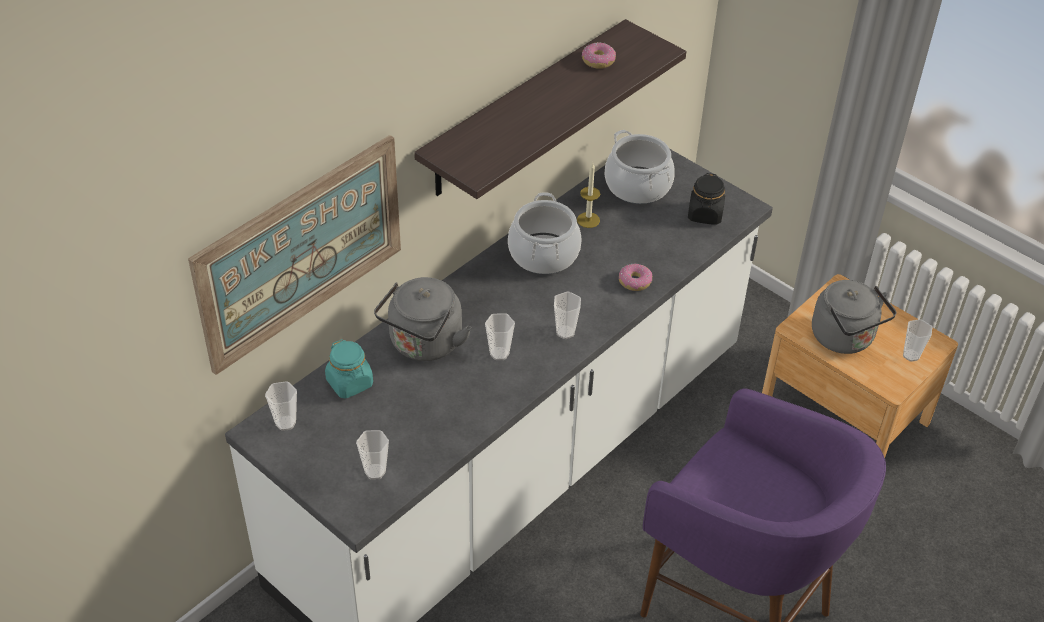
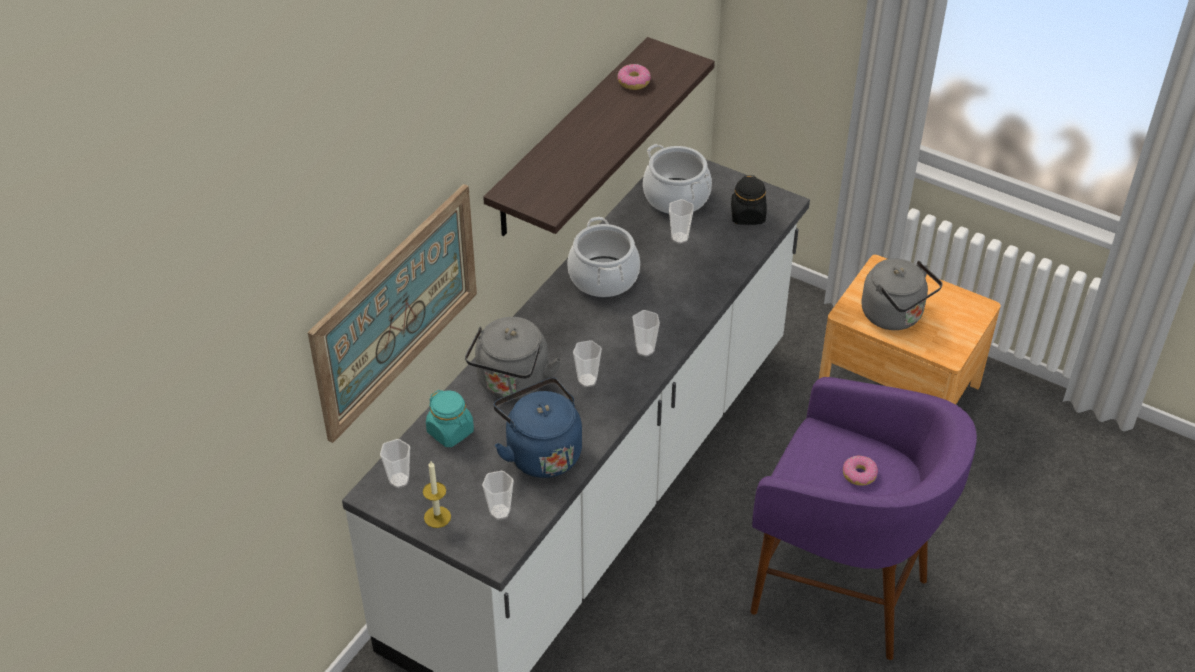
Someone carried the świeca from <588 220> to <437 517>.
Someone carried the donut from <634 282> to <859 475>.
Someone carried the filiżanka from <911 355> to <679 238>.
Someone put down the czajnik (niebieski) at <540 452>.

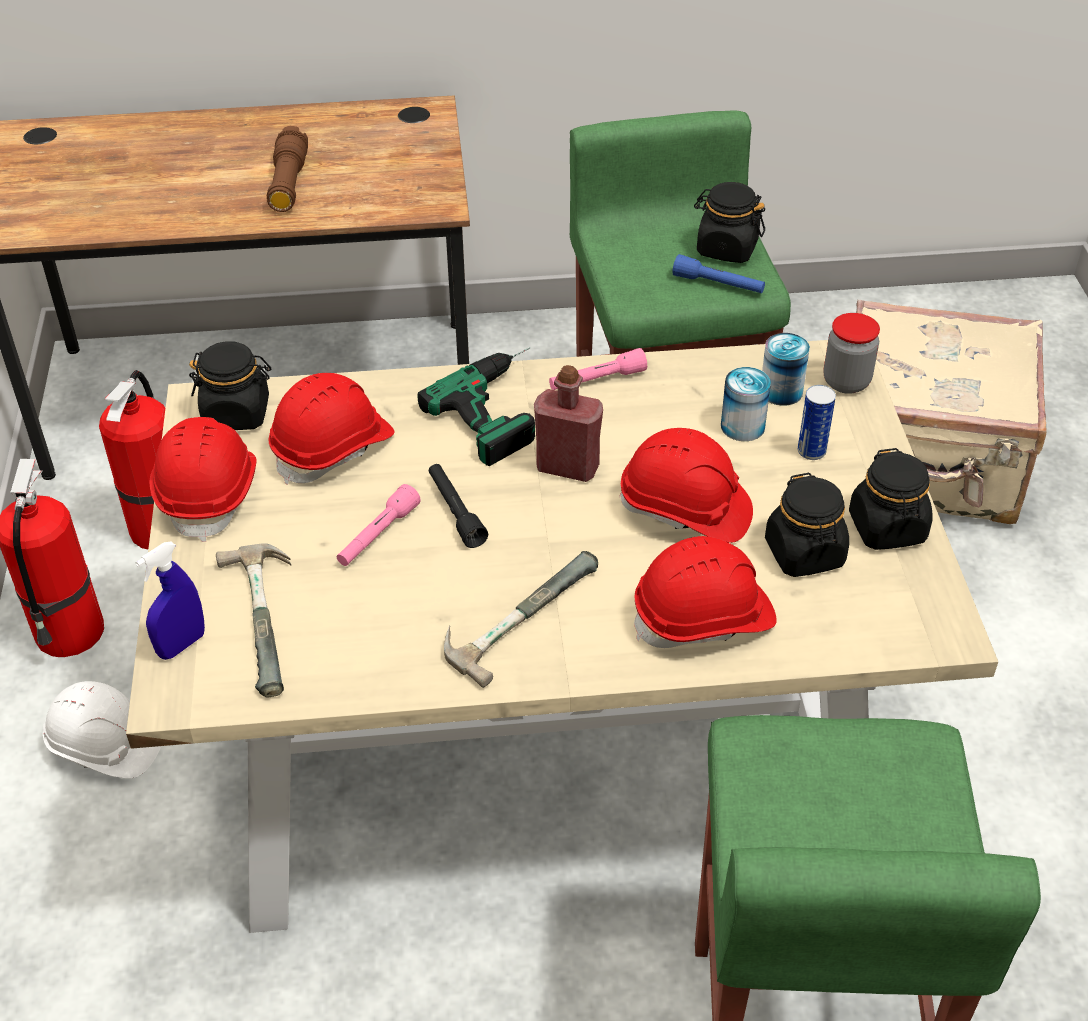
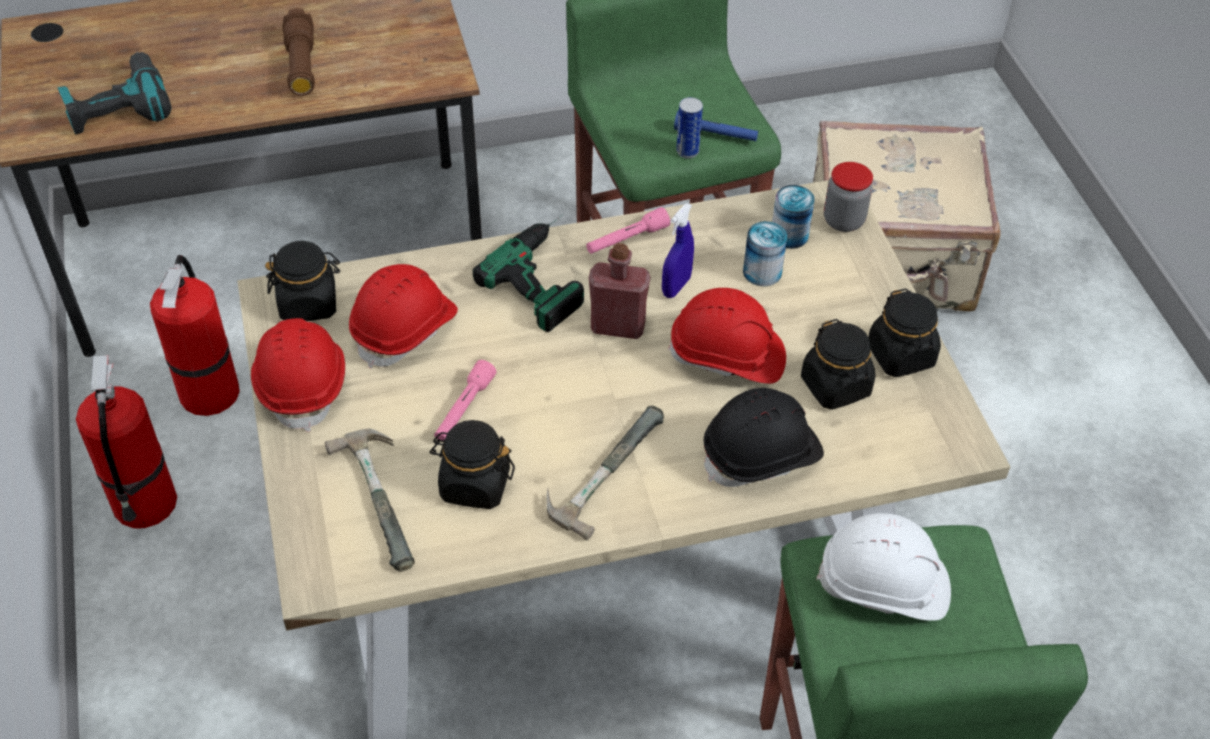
Someone carried the słoik (czarny) from <726 248> to <474 484>.
Someone carried the puszka from <811 451> to <687 151>.
Someone took away the latarka (czarny) at <455 512>.
Someone repainted the kask (czerwony) at <704 618>, which became the kask (czarny) at <762 455>.
Someone carried the spryskiwacz (niebieski) from <181 645> to <676 287>.
Someone carried the kask (biały) from <104 746> to <884 585>.
Someone put down the wiertarka at <117 106>.

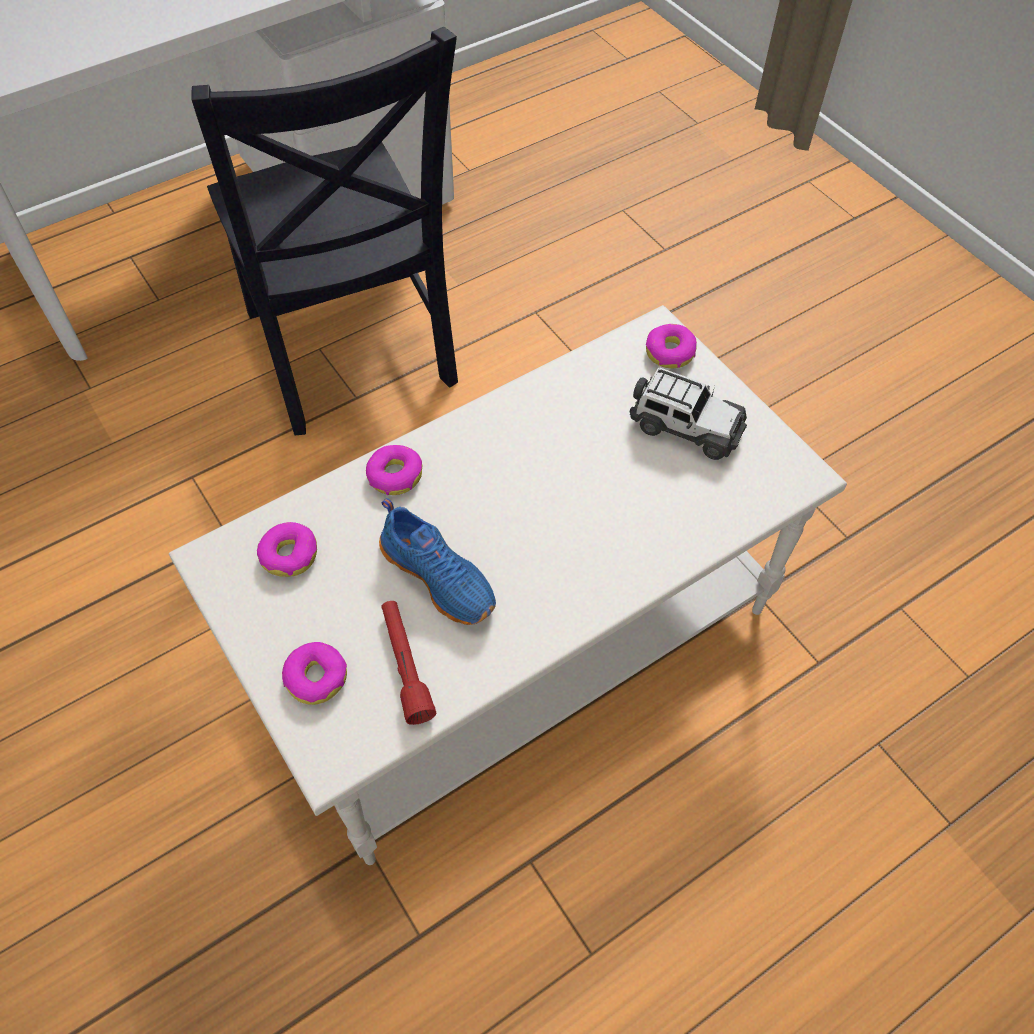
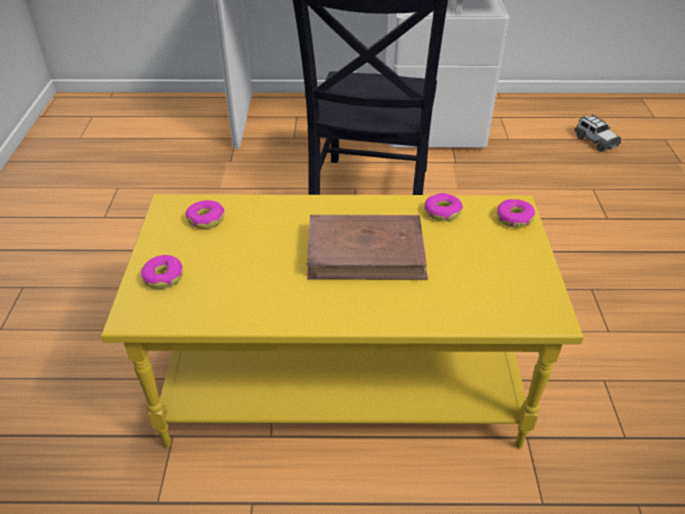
Someone repainted the ława (biały) at <515 640>, which became the ława (żółty) at <344 377>.
Someone carried the samochodzik from <685 426> to <595 141>.
Someone carried the donut from <394 475> to <442 212>.
Someone took away the but (niebieski) at <440 576>.
Someone took away the latarka (czerwony) at <405 665>.
Someone put down the książka (brązowy) at <366 252>.

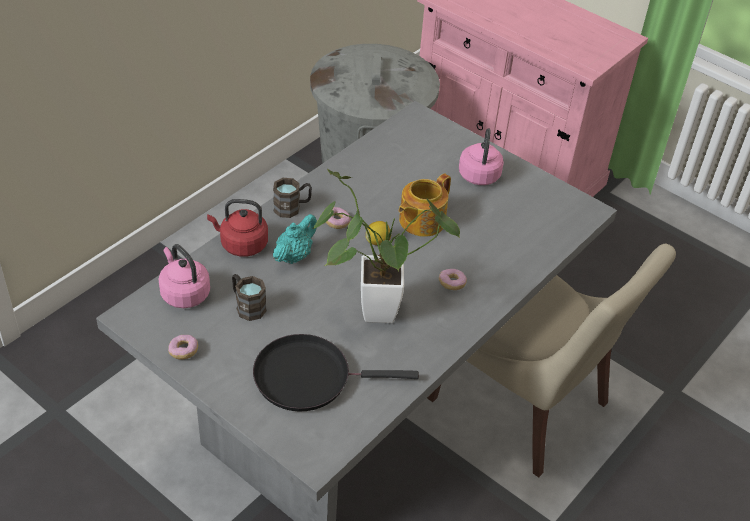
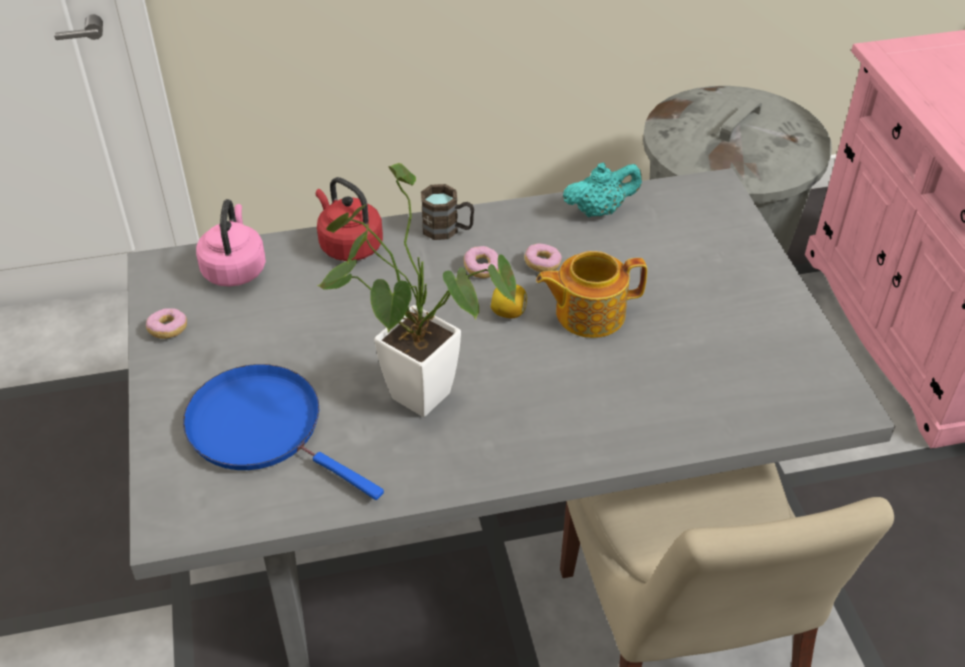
Someone took away the czajnik (różowy) at <479 174>.
Someone carried the imbryk (turkusowy) from <294 255> to <599 211>.
Someone carried the donut from <452 283> to <542 264>.
Someone took away the kubek (brązowy) at <247 306>.
Someone repainted the patelnia (czarny) at <309 377>, which became the patelnia (niebieski) at <262 428>.

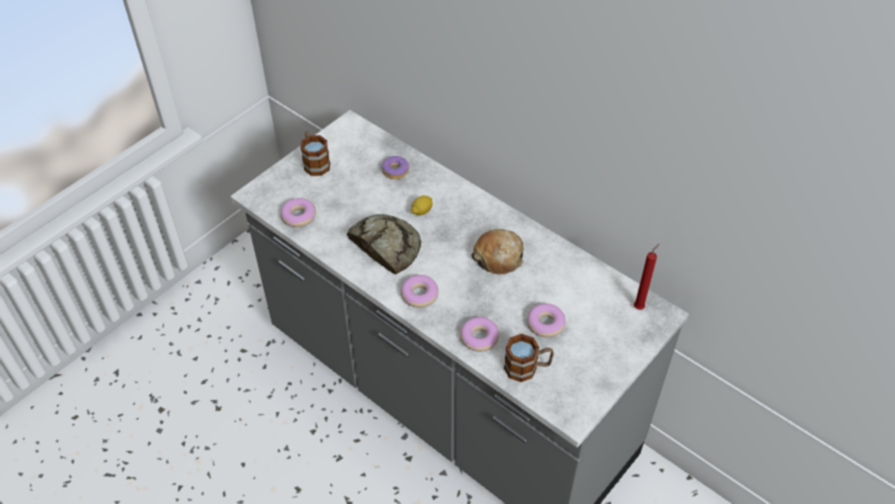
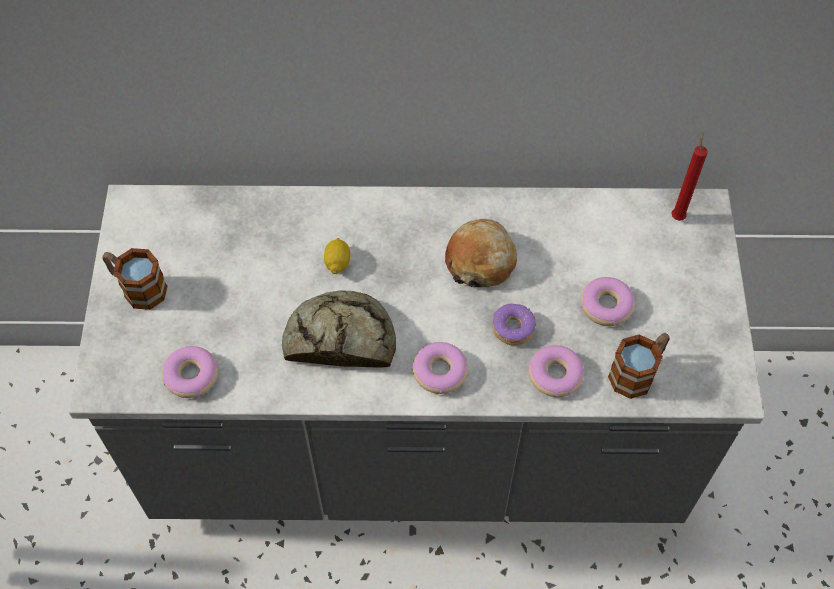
Someone carried the donut from <395 171> to <512 328>.

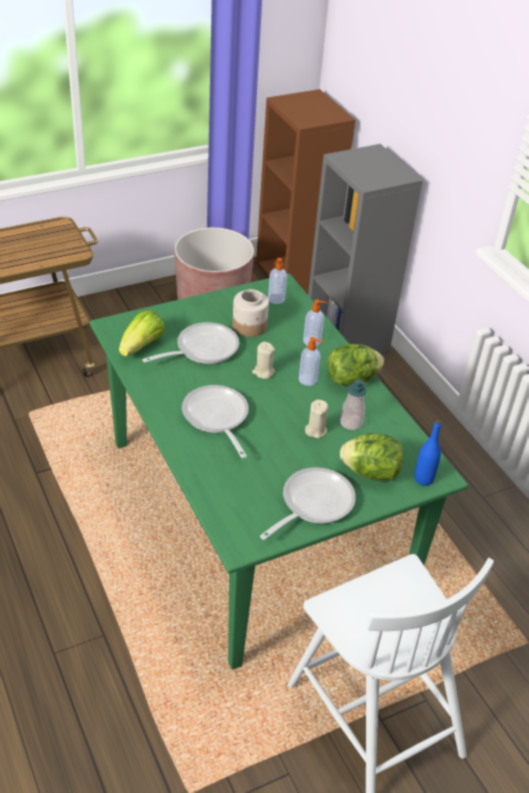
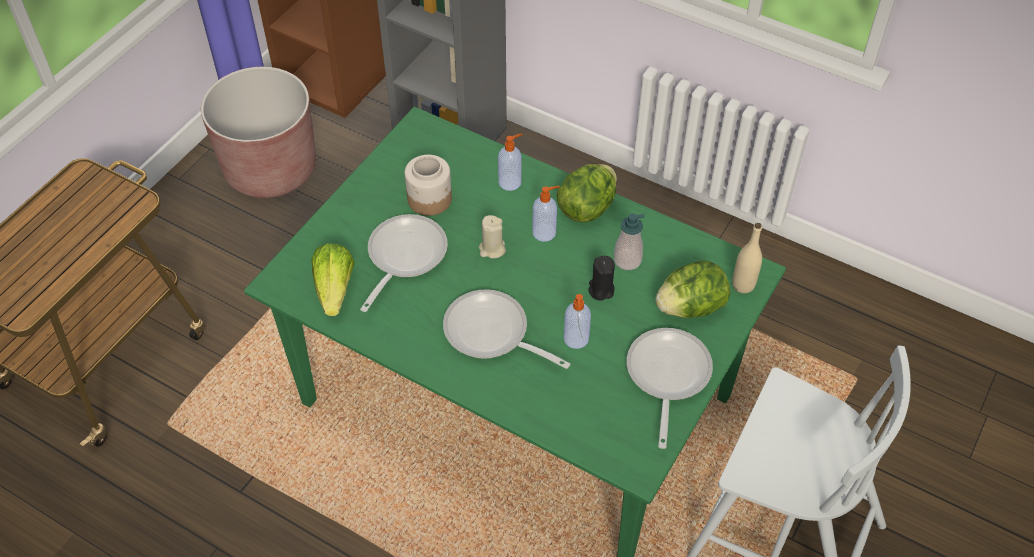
Someone carried the dozownik mydła from <275 299> to <576 339>.
Someone repainted the świeca (beżowy) at <315 430>, which became the świeca (czarny) at <601 289>.
Someone repainted the butelka (niebieski) at <423 479>, which became the butelka (beżowy) at <743 285>.

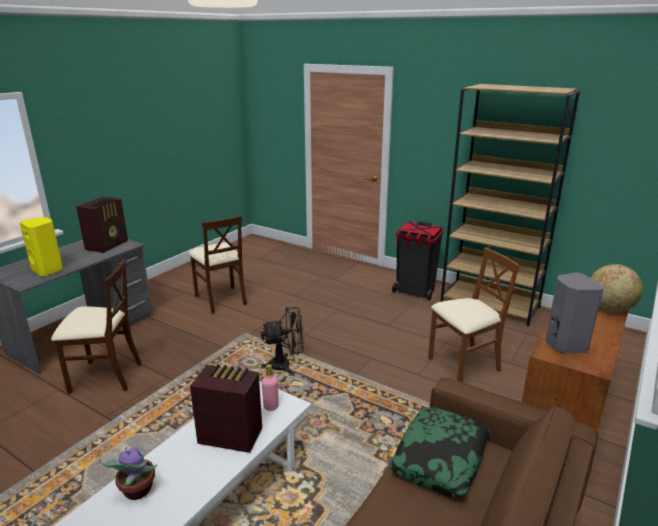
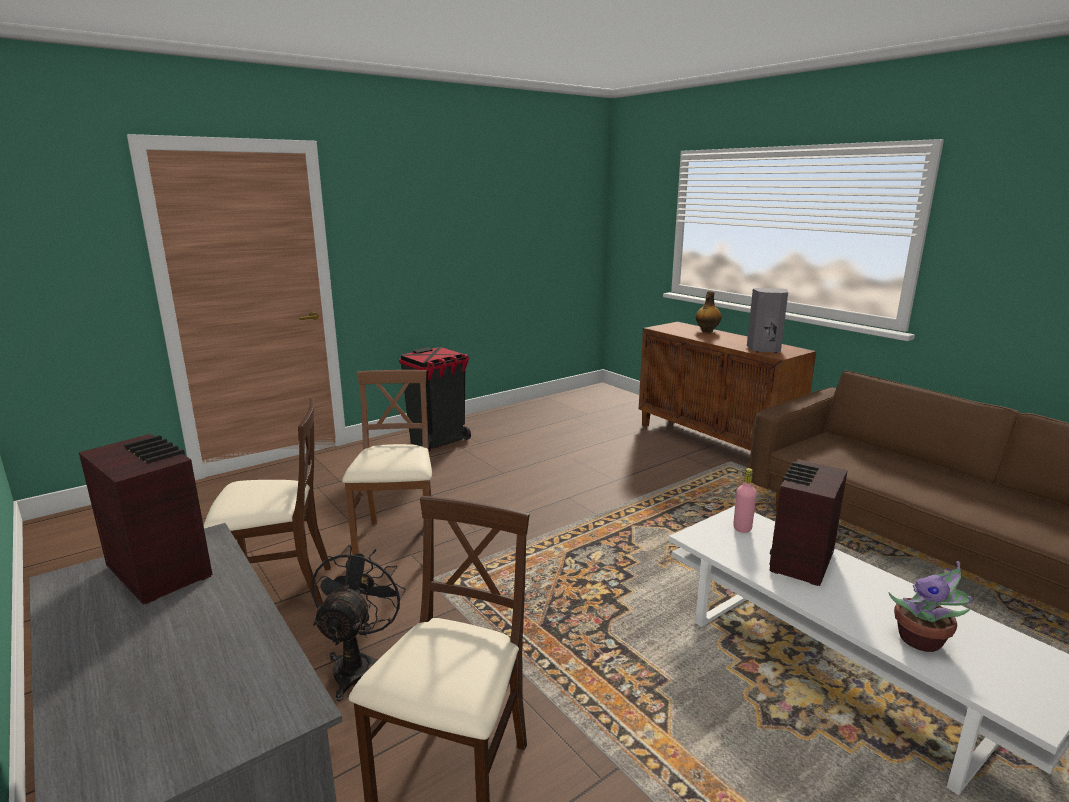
Someone took away the regał (brązowy) at <490 304>.
Someone took away the głośnik (żółty) at <48 270>.
Someone carried the krzesło (brązowy) from <464 365> to <398 541>.
Someone swapped the globus at <609 308> for the butelka at <706 331>.
Someone carried the wentylator (czarny) from <285 365> to <358 665>.
Someone took away the poduszka at <440 458>.

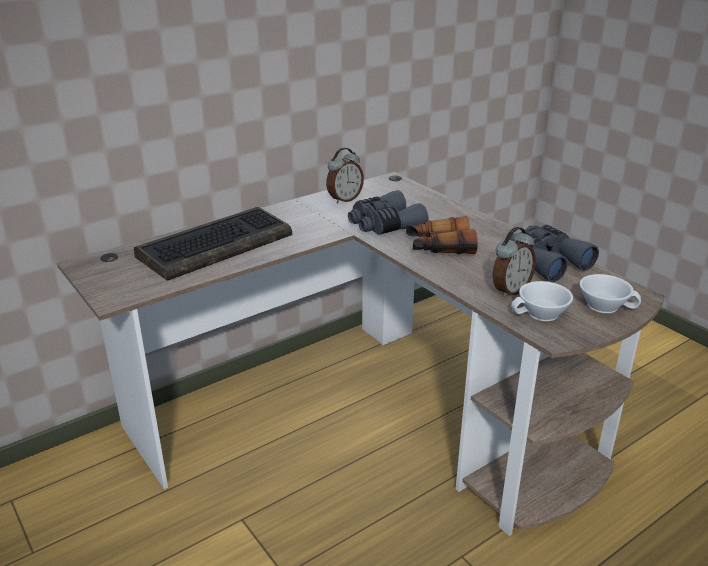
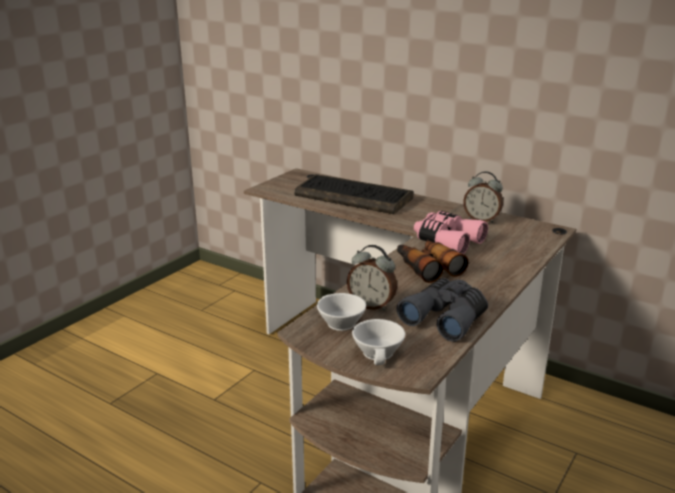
Someone repainted the lornetka (szary) at <384 225>, which became the lornetka (różowy) at <447 241>.

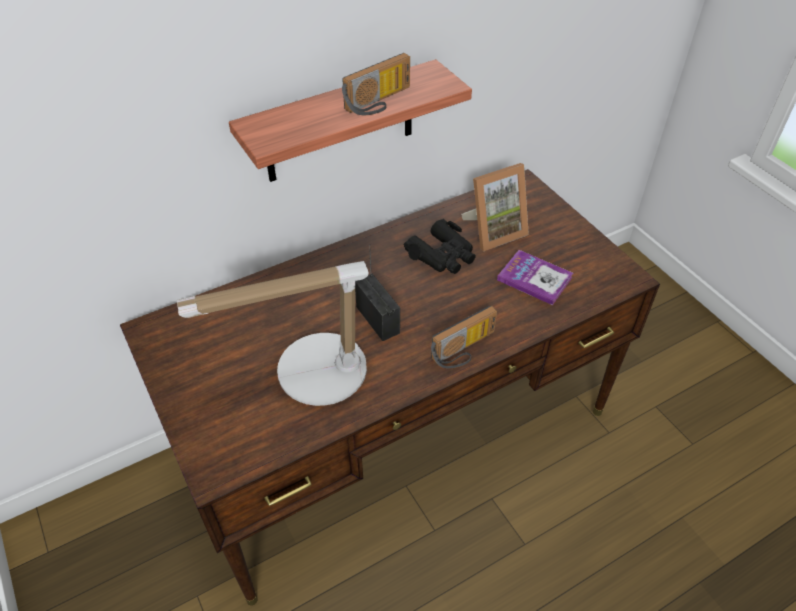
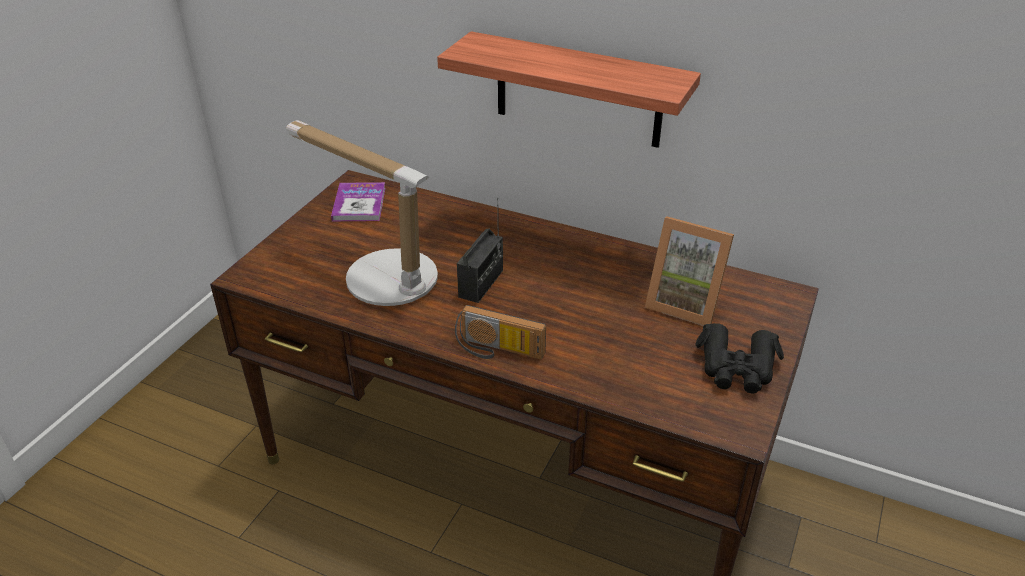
Someone took away the radio at <380 102>.
Someone carried the lornetka (czarny) from <442 255> to <737 368>.
Someone carried the książka from <534 278> to <359 204>.

